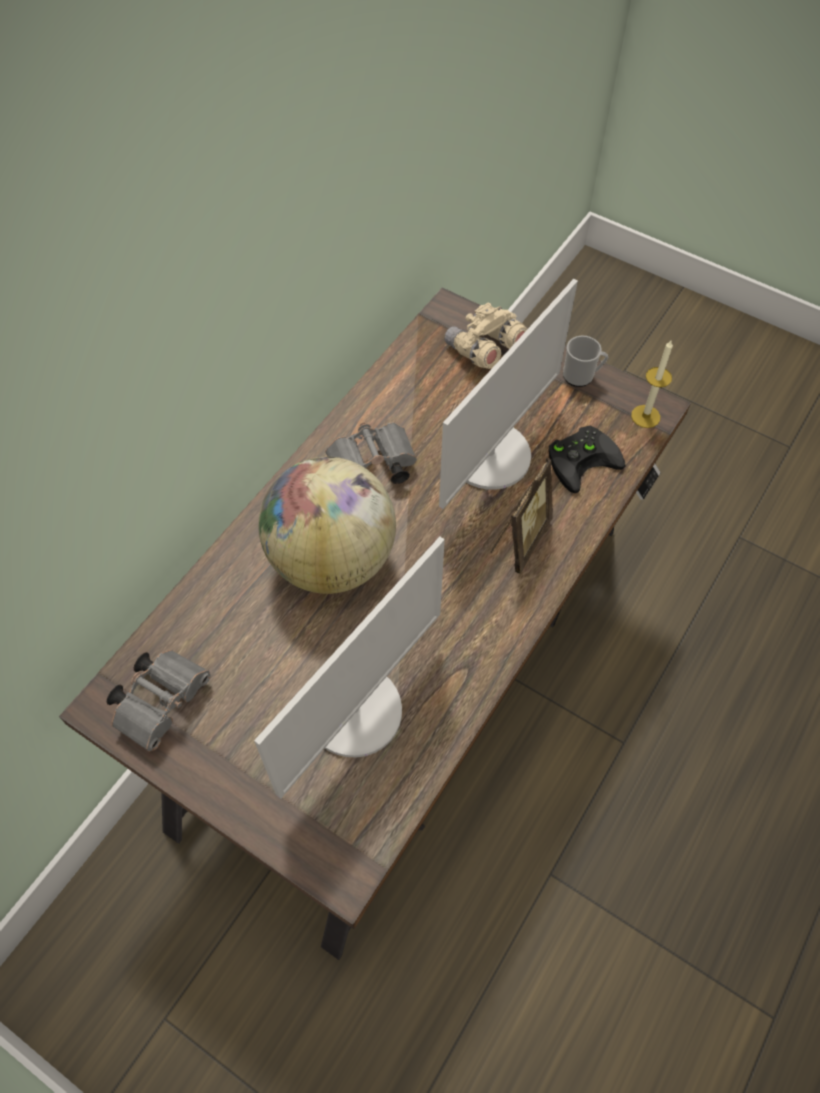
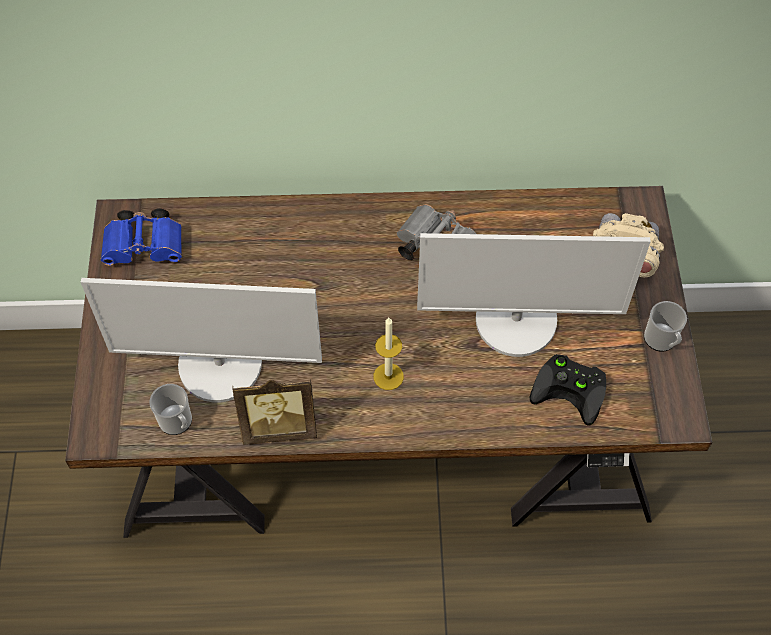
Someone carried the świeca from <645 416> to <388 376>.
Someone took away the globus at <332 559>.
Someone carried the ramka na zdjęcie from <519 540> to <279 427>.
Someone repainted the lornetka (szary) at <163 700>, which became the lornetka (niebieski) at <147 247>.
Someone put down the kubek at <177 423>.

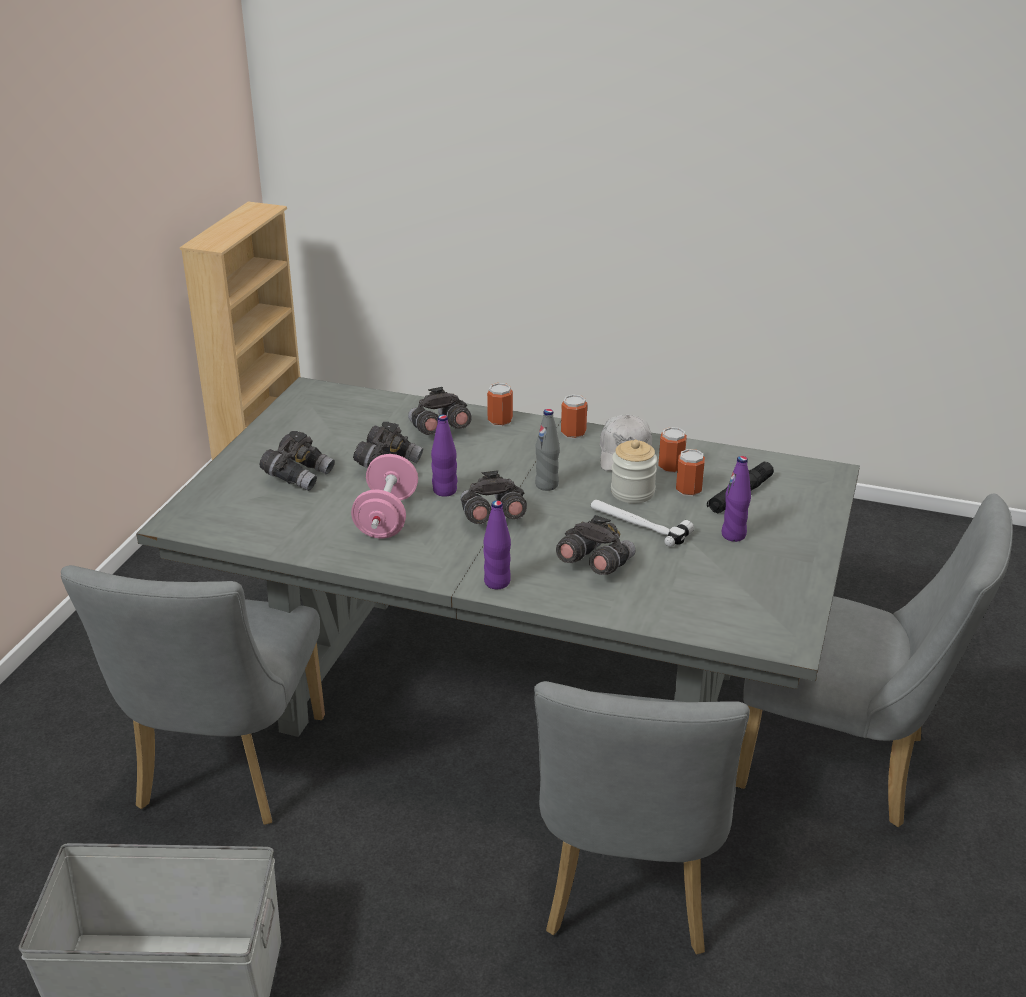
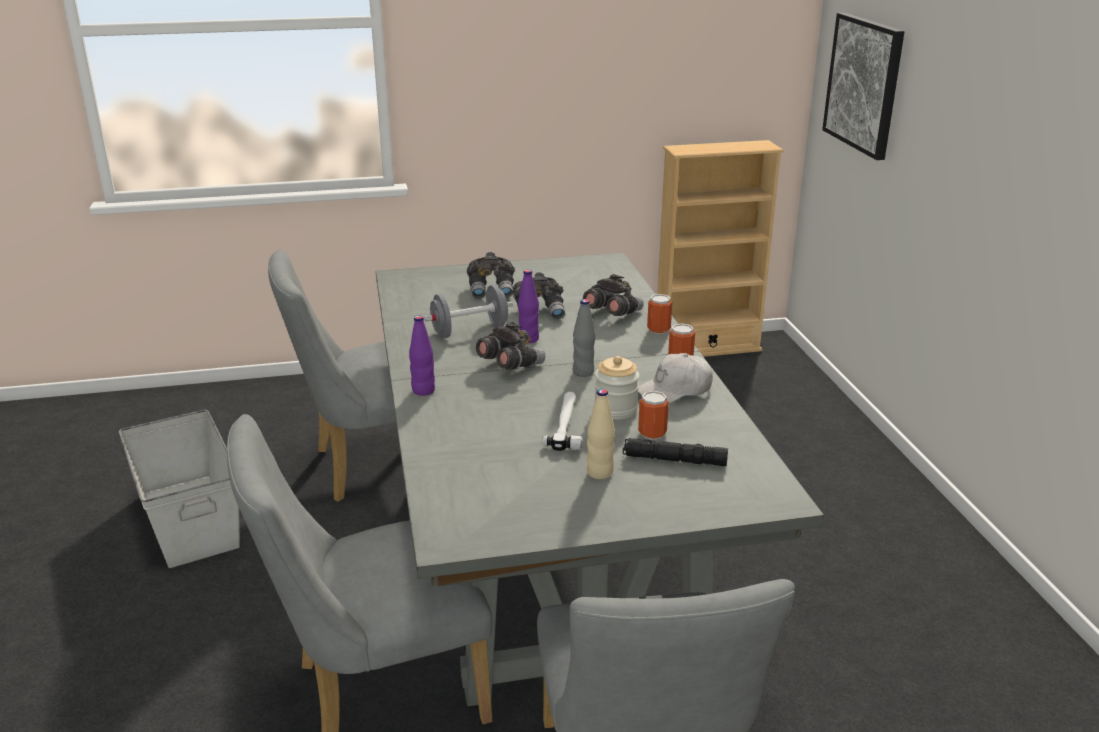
Someone took away the puszka at <671 467>.
Someone repainted the hantel (różowy) at <386 517>, which became the hantel (szary) at <470 331>.
Someone repainted the butelka (fioletowy) at <733 535>, which became the butelka (beżowy) at <600 473>.
Someone took away the lornetka (szary) at <595 565>.
Someone put up the obraz at <864 84>.

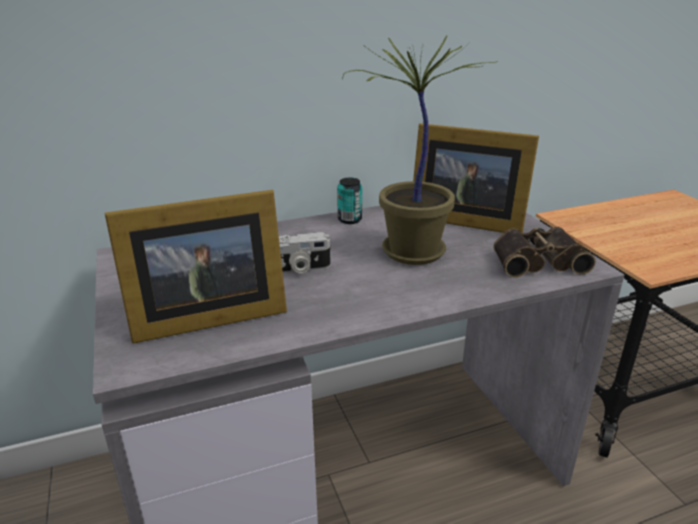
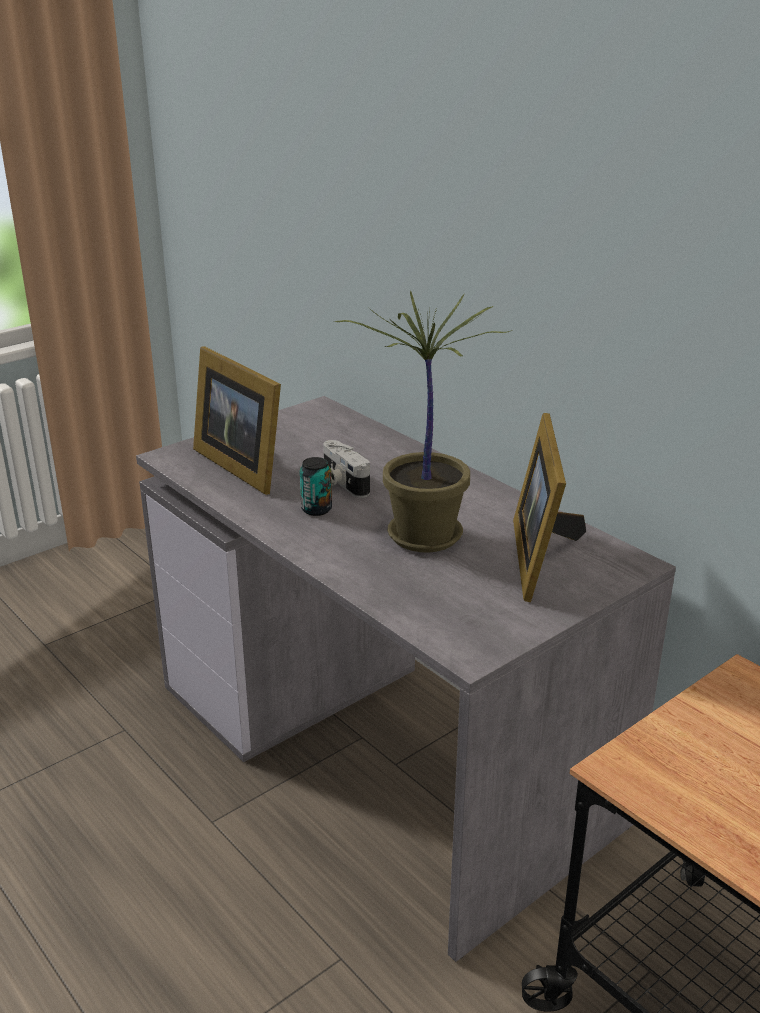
Someone carried the puszka from <349 220> to <316 509>.
Someone took away the lornetka at <537 260>.

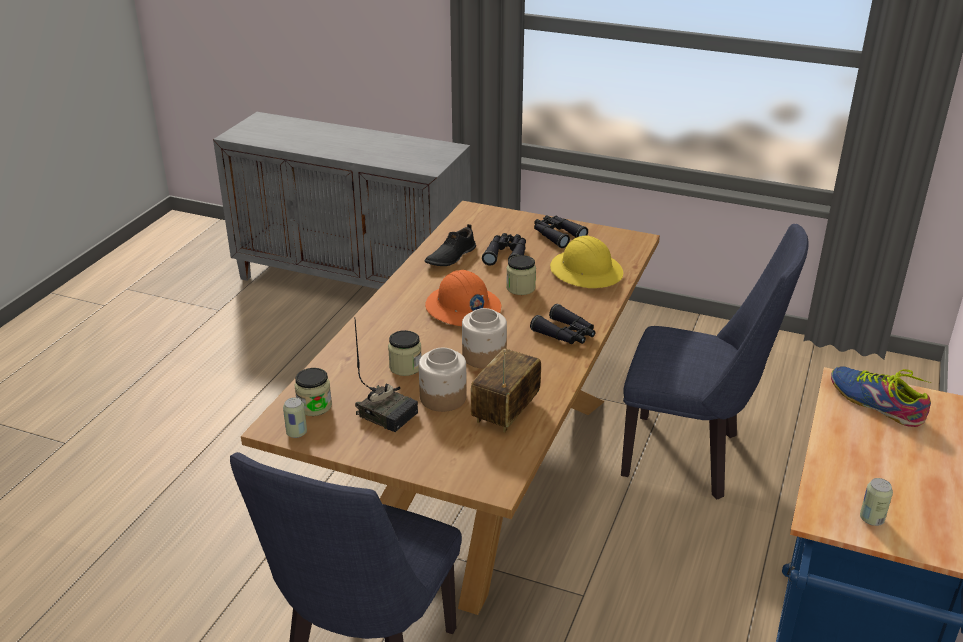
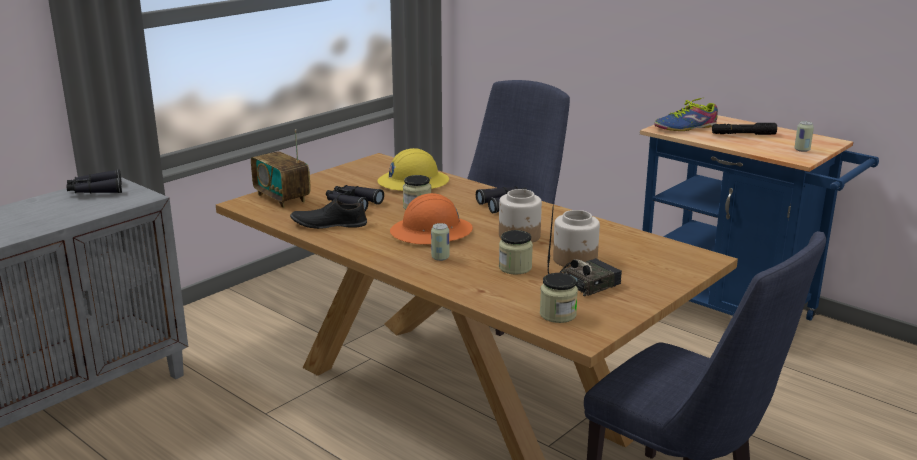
Someone carried the lornetka (czarny) from <557 235> to <95 191>.
Someone rotated the but (czarny) at <450 257> by 120 degrees clockwise.
Someone carried the radio from <506 411> to <282 198>.
Someone carried the puszka from <296 433> to <440 258>.
Someone put down the latarka (czarny) at <743 134>.

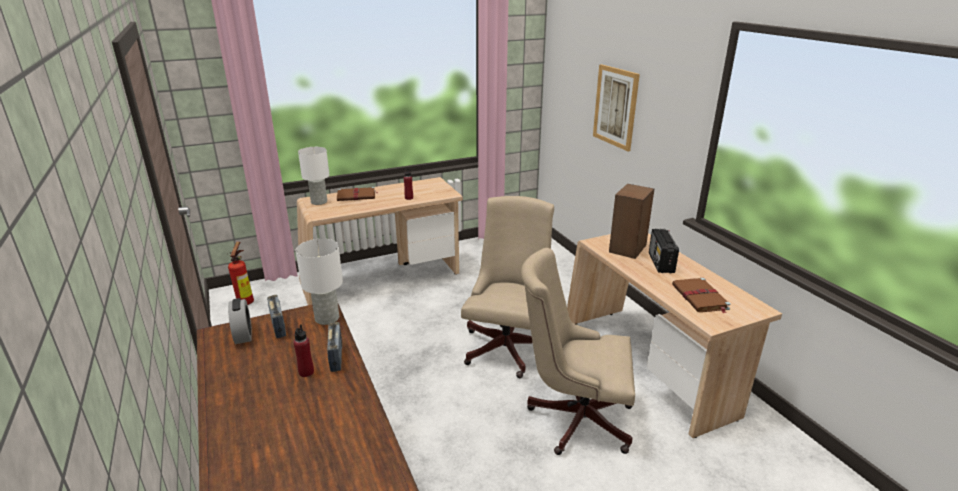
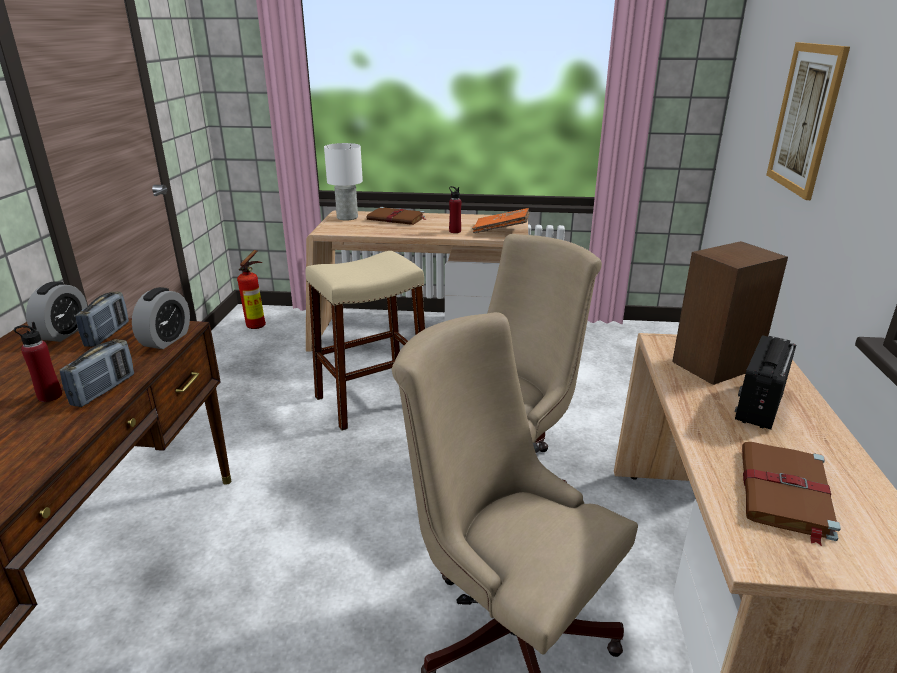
Someone swapped the lampa stołowa (biały) at <326 318> for the budzik at <166 340>.
Someone put down the książka (pomarańczowy) at <501 231>.
Someone put down the stołek (beżowy) at <371 400>.

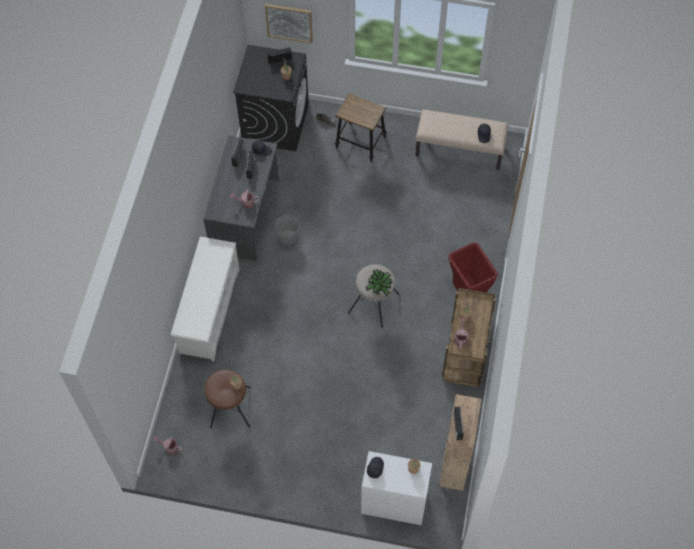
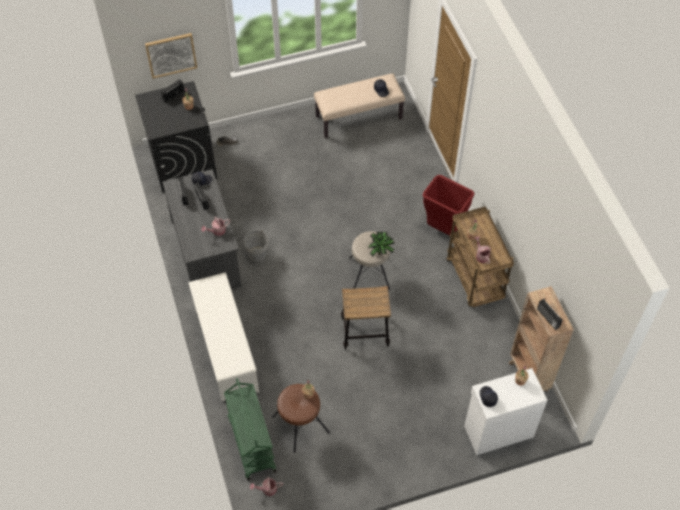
Someone carried the stołek from <360 142> to <365 332>.
Someone put down the wózek (zielony) at <251 443>.

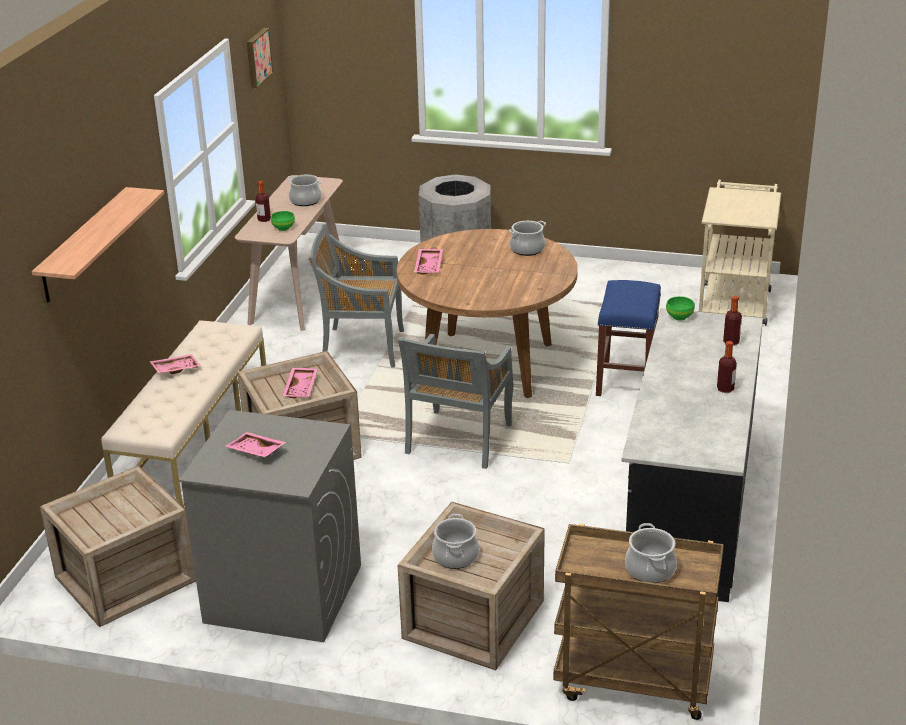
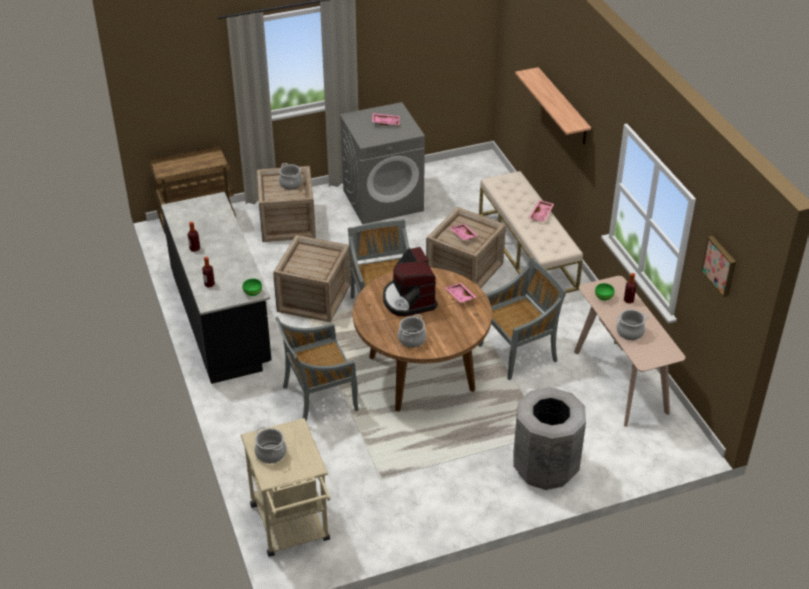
Someone swapped the stołek (niebieski) at <626 380> for the krzesło (szary) at <319 399>.
Someone carried the skrzynka from <124 579> to <315 297>.
Someone carried the garnek from <650 570> to <270 453>.
Someone put down the ekspres do kawy at <409 299>.

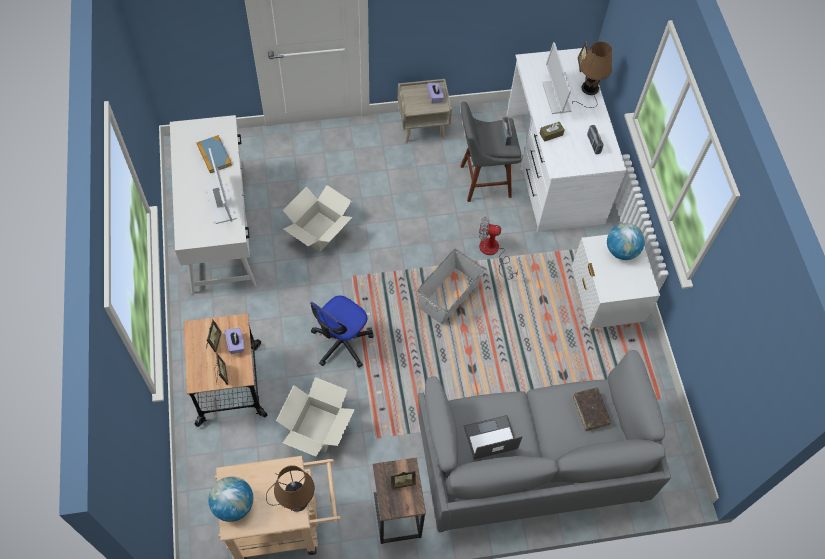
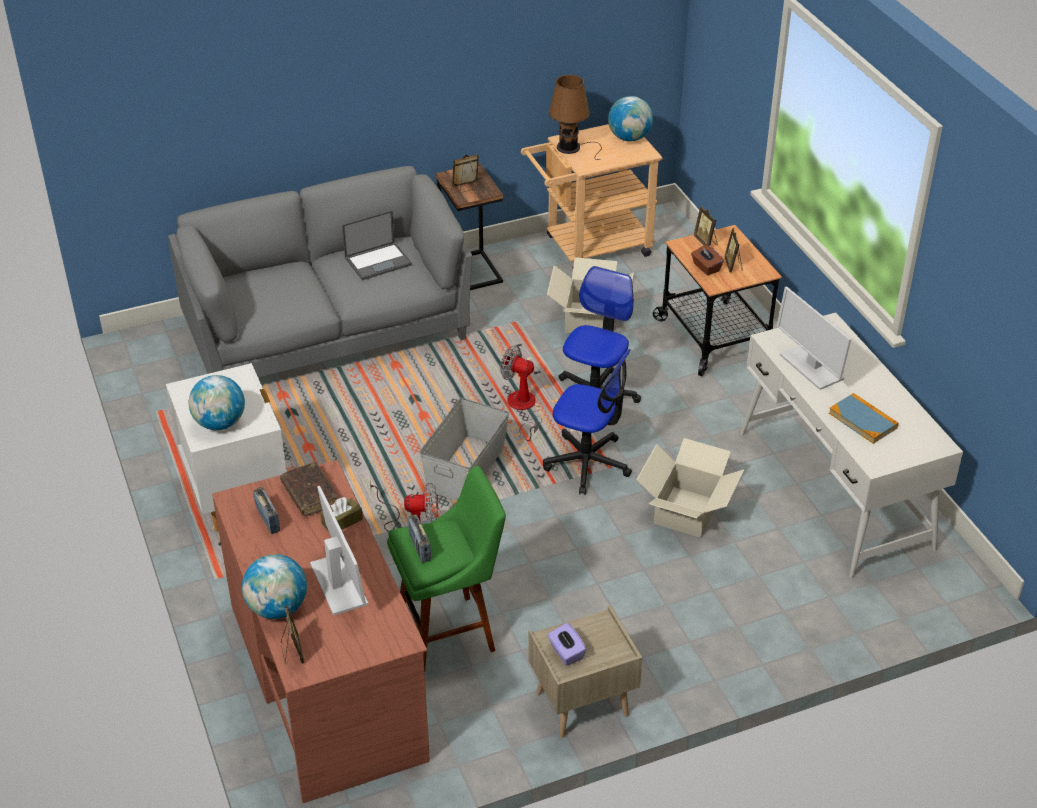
Someone swapped the lampa stołowa (brązowy) at <589 90> for the globus at <277 608>.
Someone repainted the biurko (biały) at <553 168>, which became the biurko (brązowy) at <327 679>.
Someone repainted the stołek (szary) at <482 181>, which became the stołek (zielony) at <451 632>.
Someone repainted the pudełko chusteczek (fioletowy) at <236 344>, which became the pudełko chusteczek (brązowy) at <706 267>.
Someone carried the książka (brązowy) from <590 410> to <310 494>.
Someone put down the wentylator at <523 409>.
Someone put down the krzesło biurowe at <588 463>.

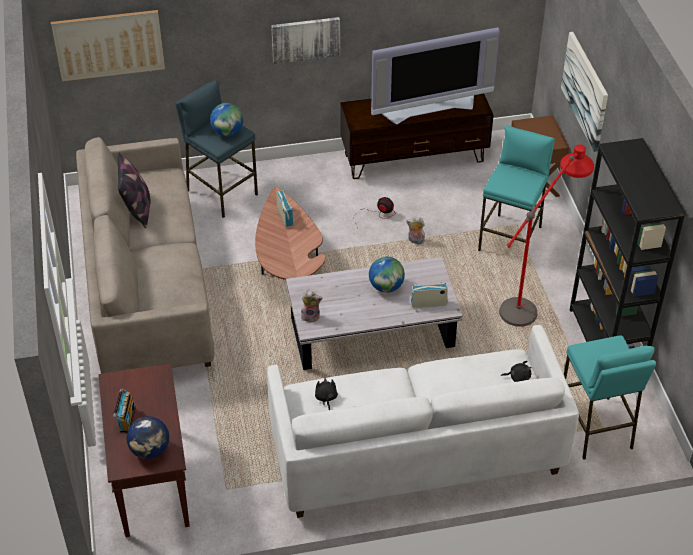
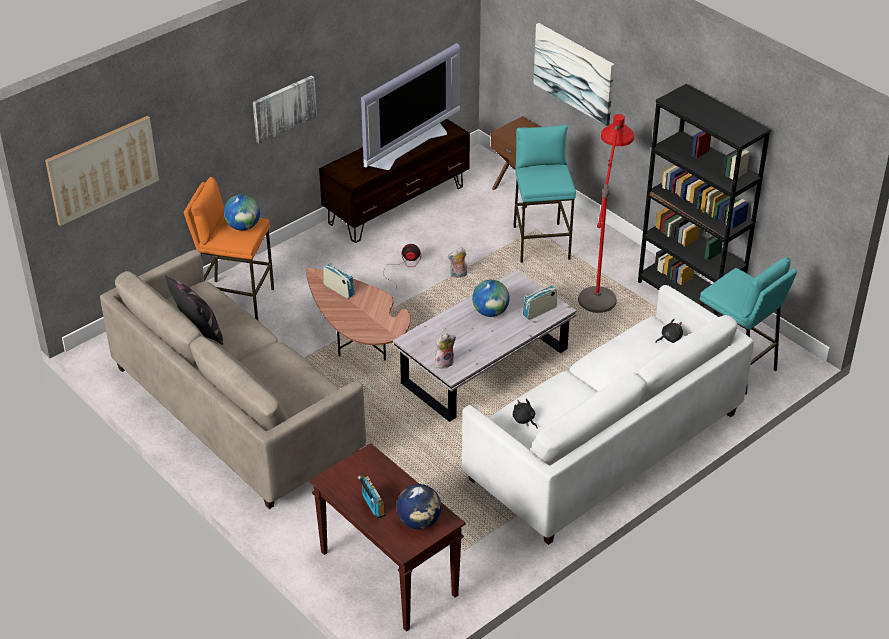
Someone repainted the stołek (niebieski) at <221 192>, which became the stołek (pomarańczowy) at <236 300>.

